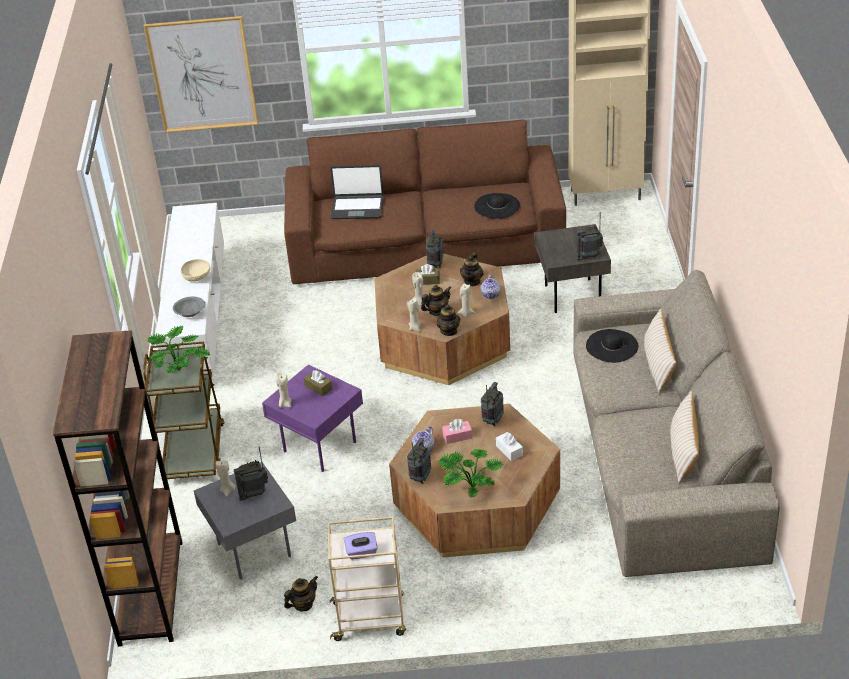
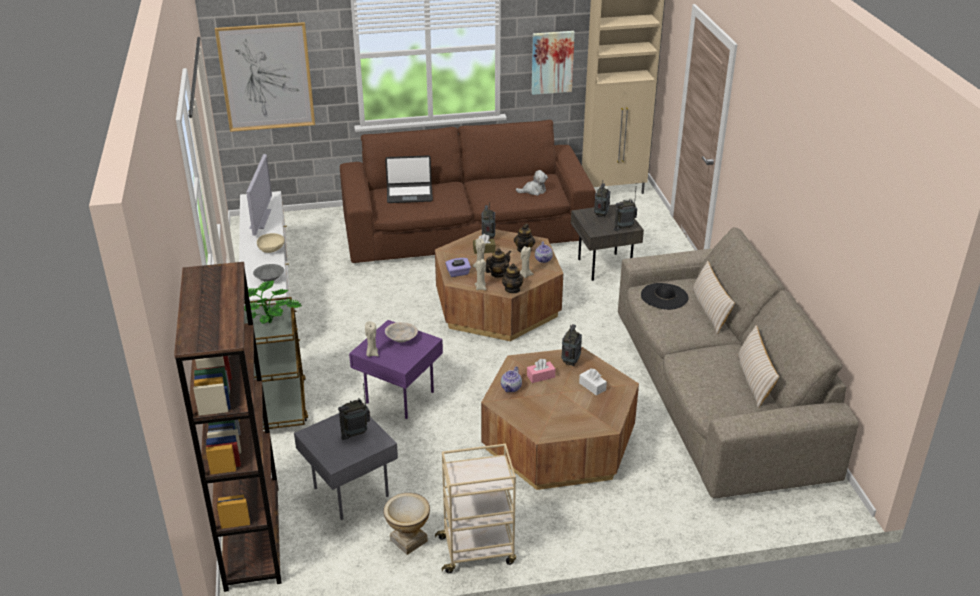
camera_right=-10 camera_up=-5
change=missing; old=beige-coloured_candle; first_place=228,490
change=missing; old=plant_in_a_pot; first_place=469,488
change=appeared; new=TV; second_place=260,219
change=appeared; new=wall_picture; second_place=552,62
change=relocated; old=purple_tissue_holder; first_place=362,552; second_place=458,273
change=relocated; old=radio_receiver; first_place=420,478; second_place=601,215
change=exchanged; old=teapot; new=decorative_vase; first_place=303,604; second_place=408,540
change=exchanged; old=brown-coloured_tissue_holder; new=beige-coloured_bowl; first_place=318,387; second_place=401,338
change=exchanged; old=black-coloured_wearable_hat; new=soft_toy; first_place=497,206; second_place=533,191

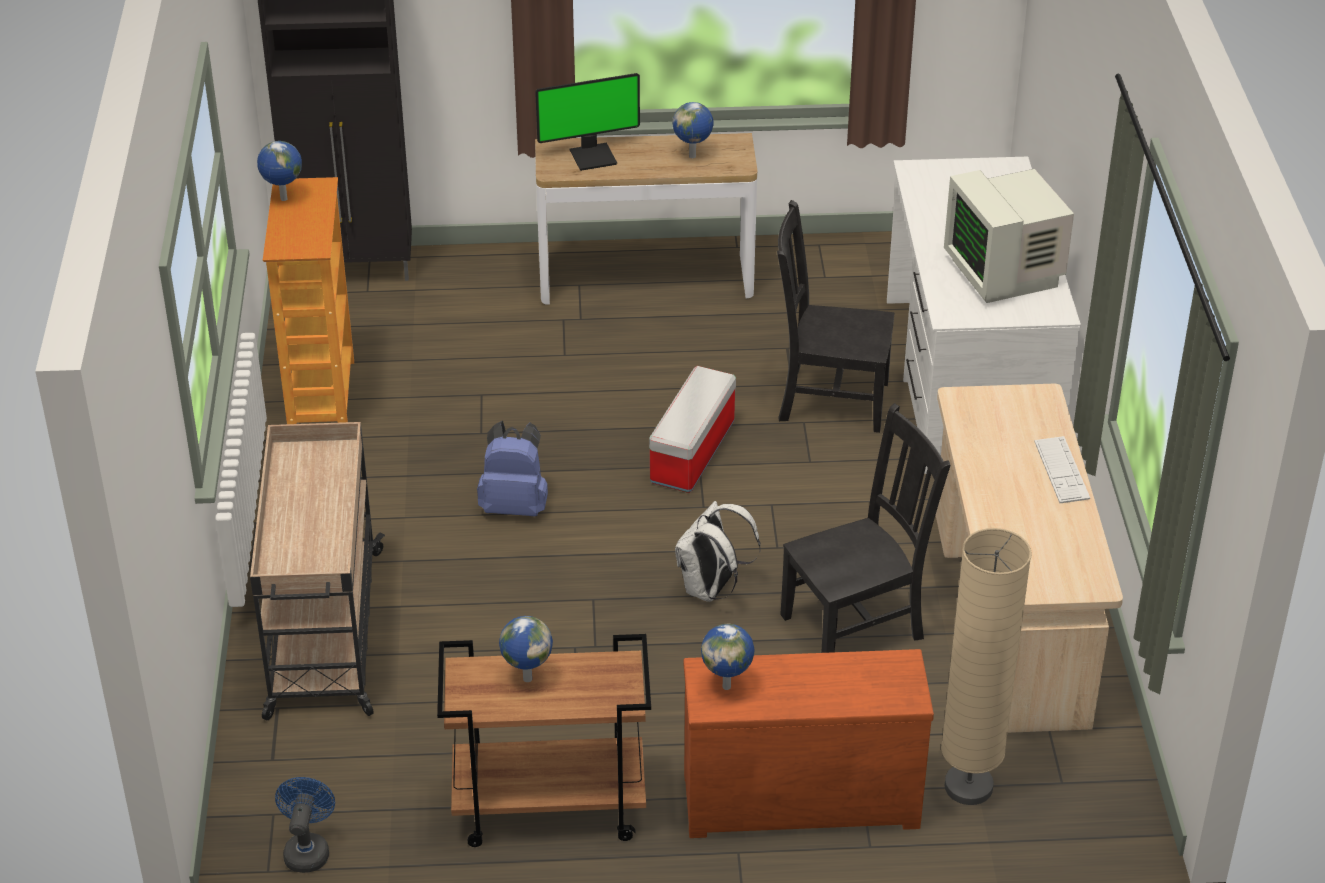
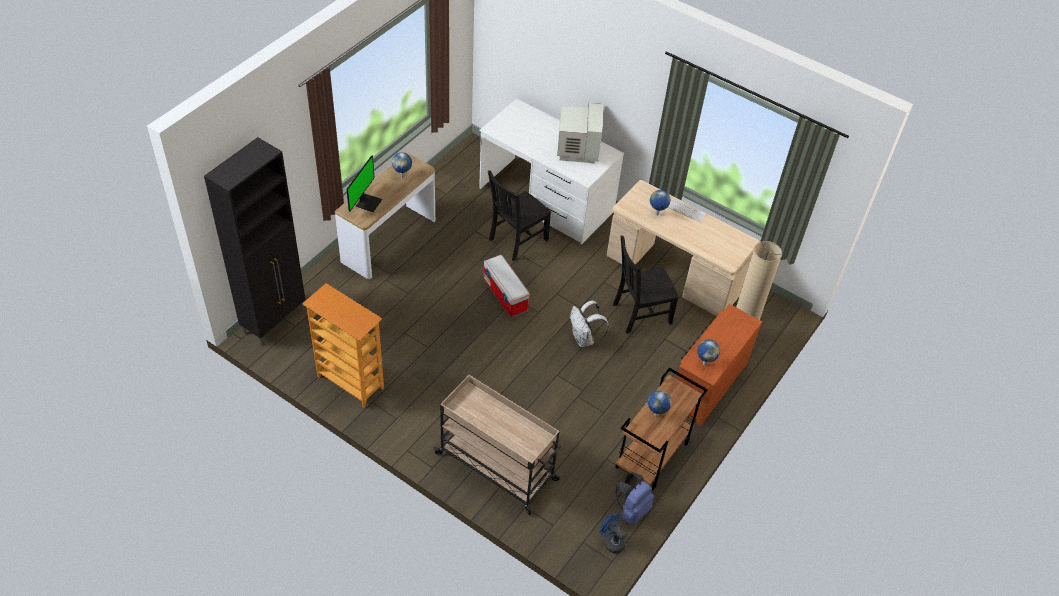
camera_right=-55 camera_up=10
change=relocated; old=desk_globe; first_place=283,199; second_place=657,214
change=relocated; old=blue_backpack; first_place=515,506; second_place=632,510
change=spun; old=black-coloured_plain_chair; first_place=856,625; second_place=639,314; degrees=-120
change=spun; old=monitor; first_place=1005,273; second_place=577,150; degrees=-105

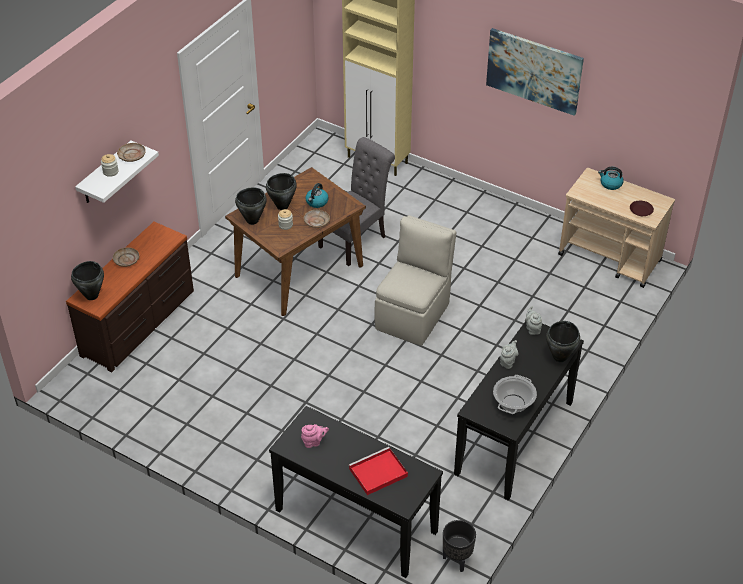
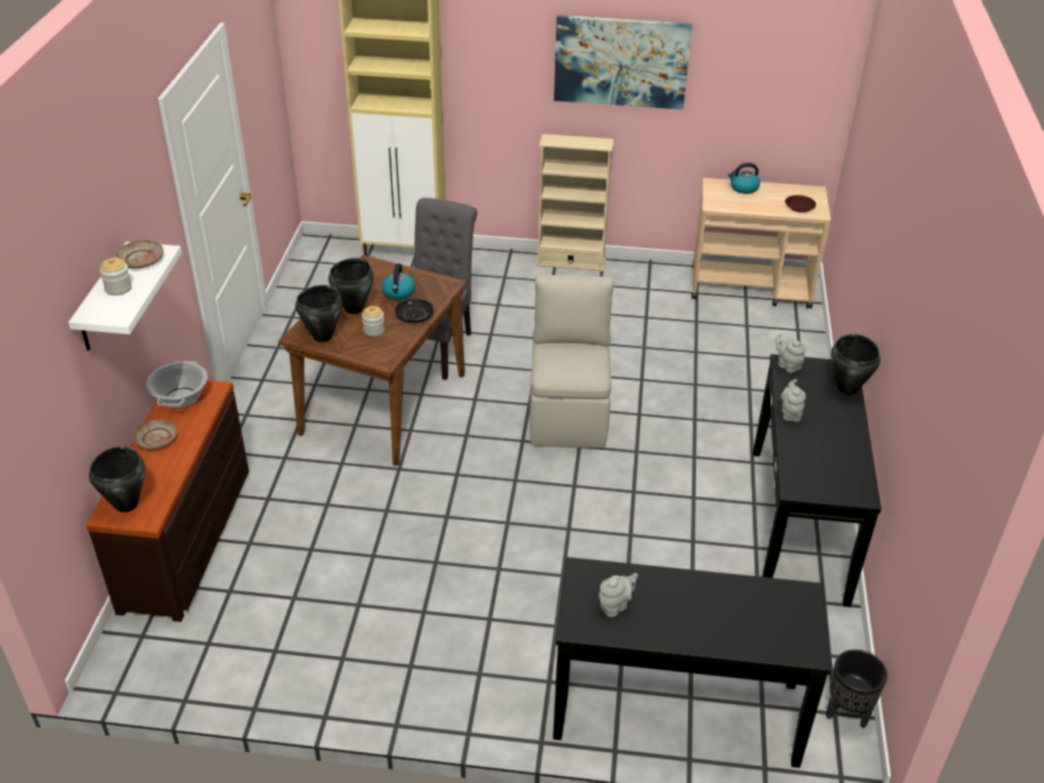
camera_right=-25 camera_up=-5
change=missing; old=reddish_carrying_tray; first_place=377,473
change=appeared; new=beige-coloured_shelving_unit; second_place=571,262
change=relocated; old=cooking_pot; first_place=513,403; second_place=180,398
change=colour; old=pink_teapot; new=grey_teapot; first_place=314,442; second_place=615,605
change=colour; old=beige-coloured_plate; new=black-coloured_plate; first_place=316,221; second_place=414,315

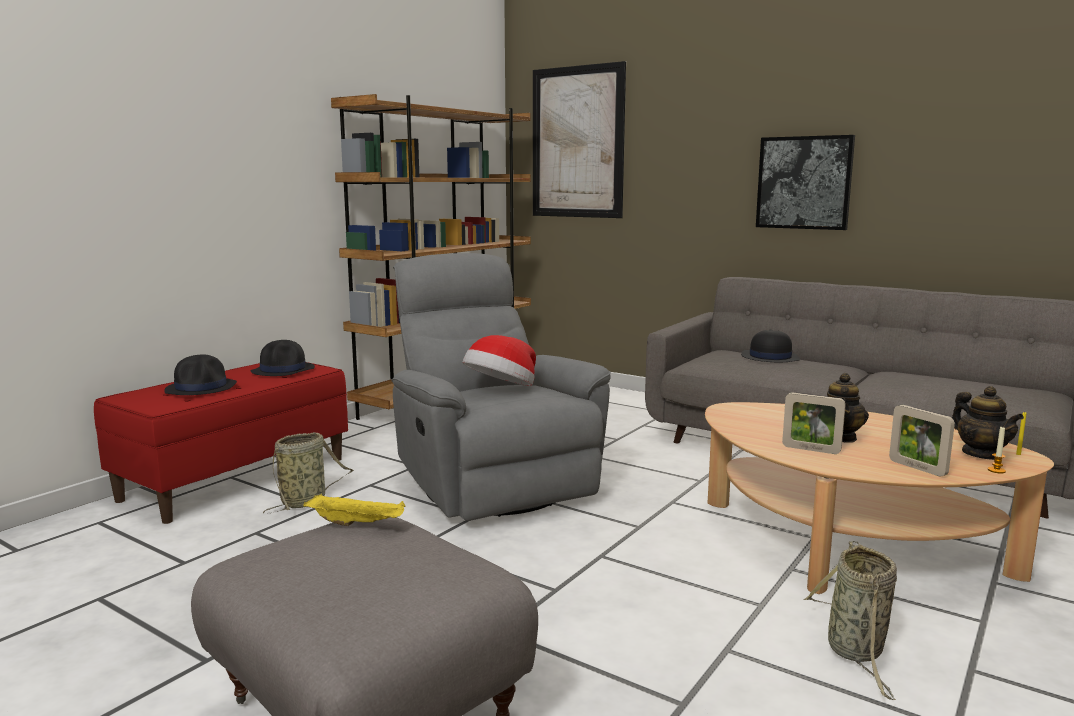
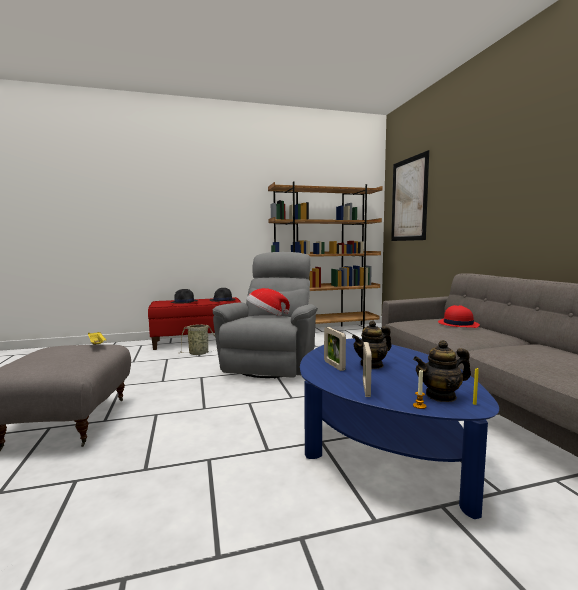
camera_right=40 camera_up=-5
change=missing; old=wall_picture; first_place=804,183
change=missing; old=storage_basket; first_place=856,652
change=colour; old=beige-coloured_lounge_table; new=blue_lounge_table; first_place=845,546; second_place=379,444
change=colour; old=black-coloured_wearable_hat; new=reddish_wearable_hat; first_place=769,357; second_place=457,324
change=spun; old=teapot; first_place=981,454; second_place=441,396; degrees=60

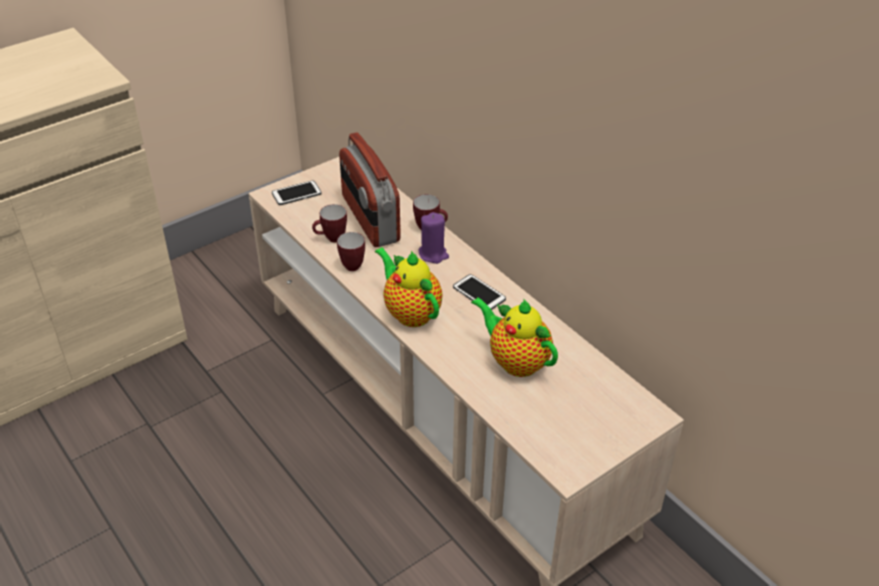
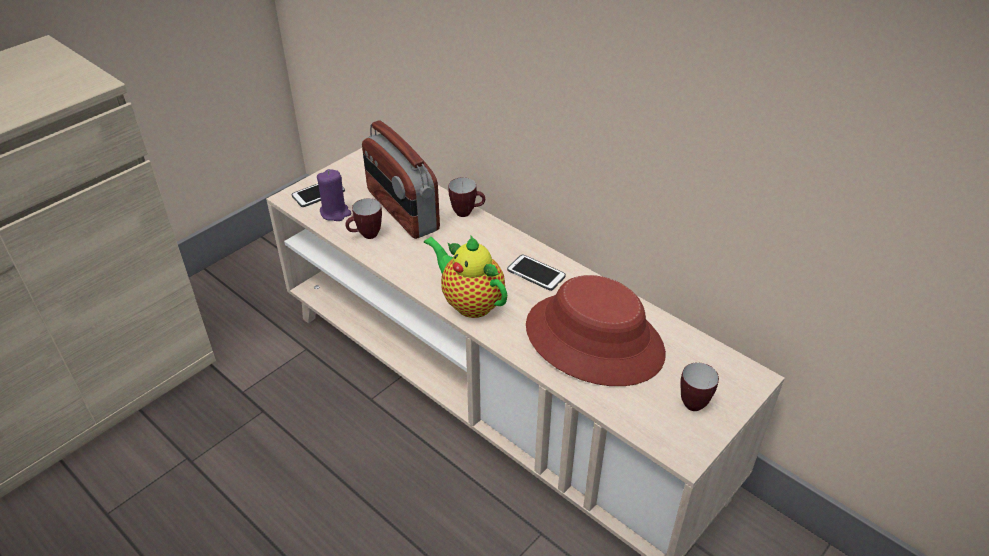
camera_right=-10 camera_up=0
change=relocated; old=mug; first_place=354,264; second_place=693,400
change=relocated; old=purple_candle; first_place=433,254; second_place=335,213
change=exchanged; old=teapot; new=reddish_wearable_hat; first_place=515,361; second_place=594,339

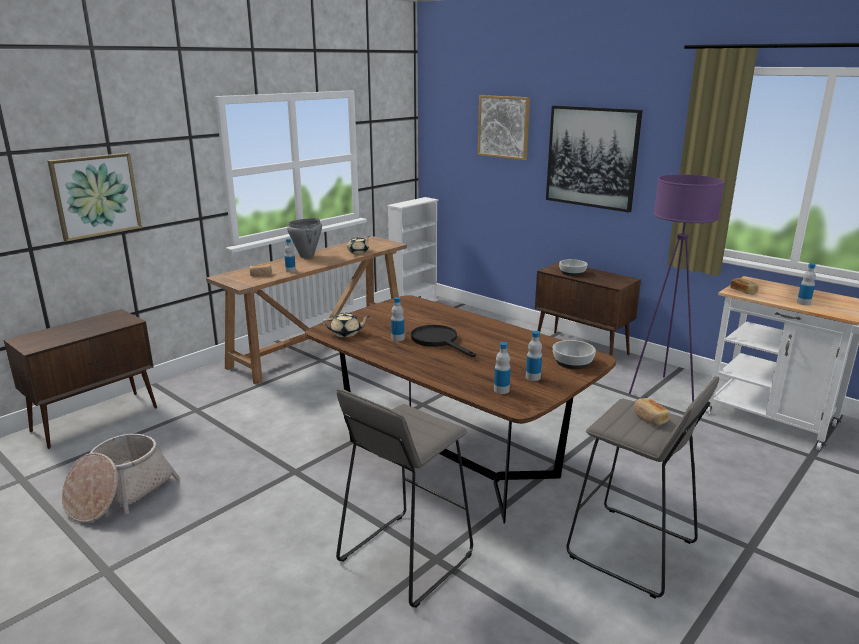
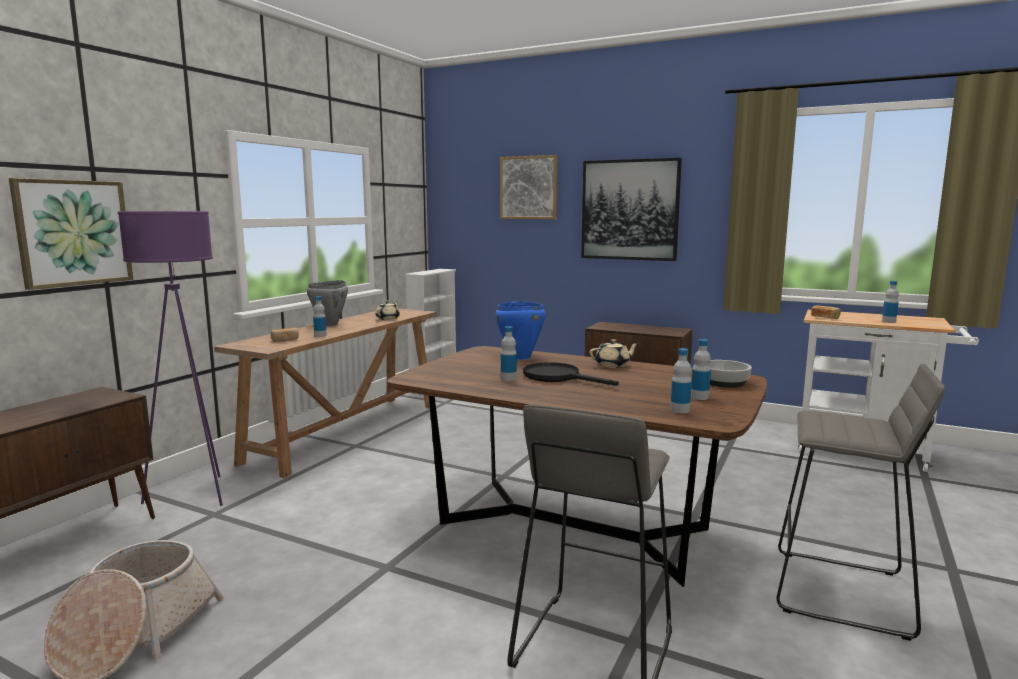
camera_right=-15 camera_up=-10
change=missing; old=bowl; first_place=572,272
change=missing; old=baked_bread; first_place=649,418
change=appeared; new=blue_cooking_pot; second_place=520,357
change=relocated; old=beige-coloured_teapot; first_place=346,333; second_place=613,365
change=relocated; old=purple_standing_lamp; first_place=660,390; second_place=193,495

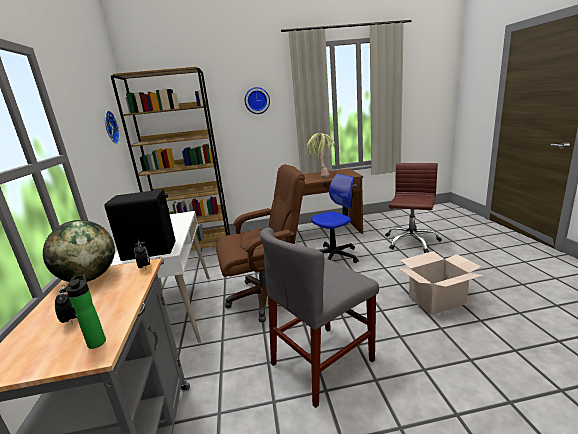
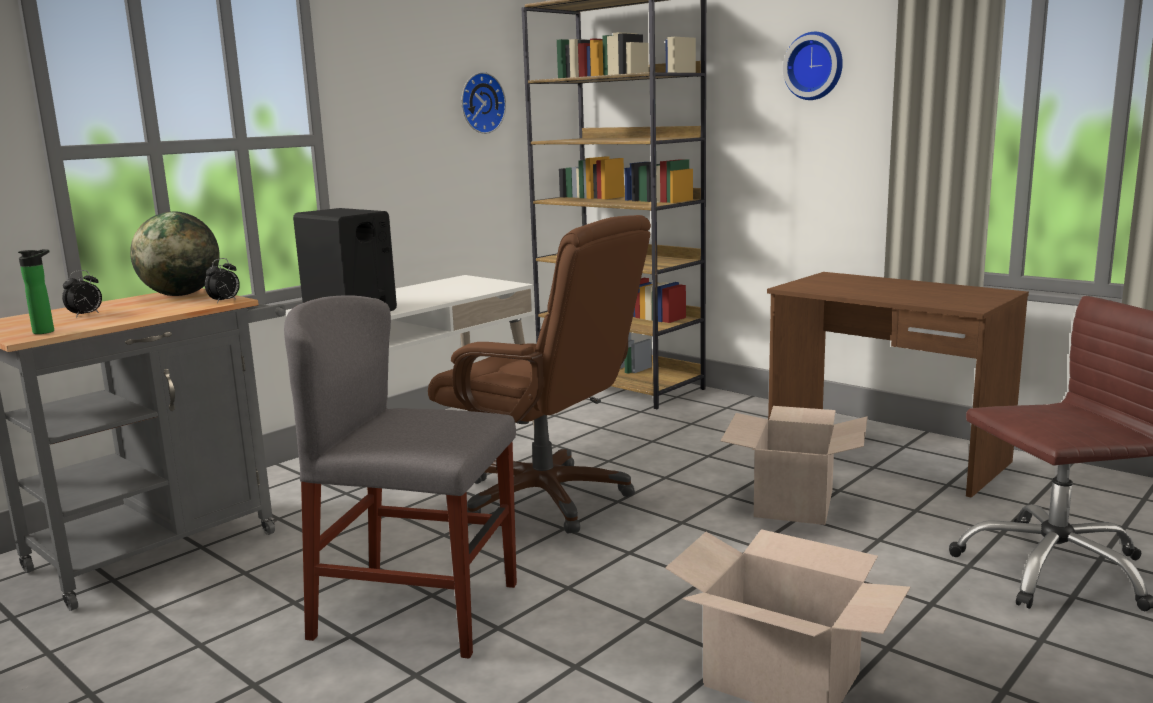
camera_right=50 camera_up=-5
change=missing; old=plant_in_a_pot; first_place=322,175
change=exchanged; old=desk_chair; new=carton; first_place=334,256; second_place=795,503

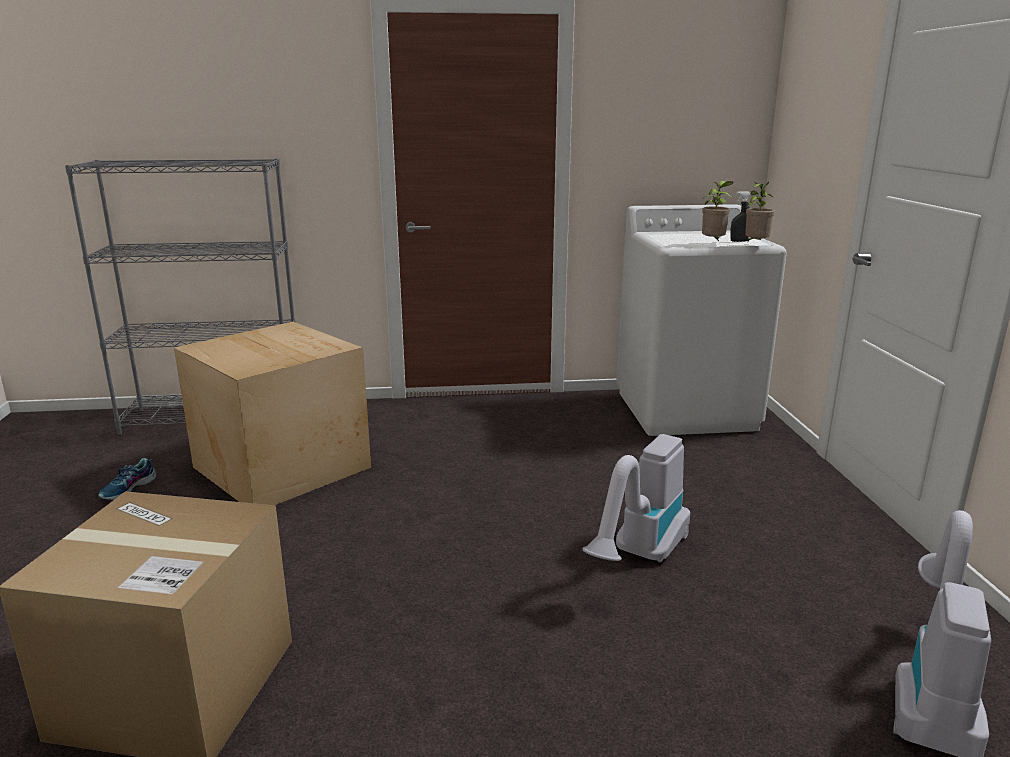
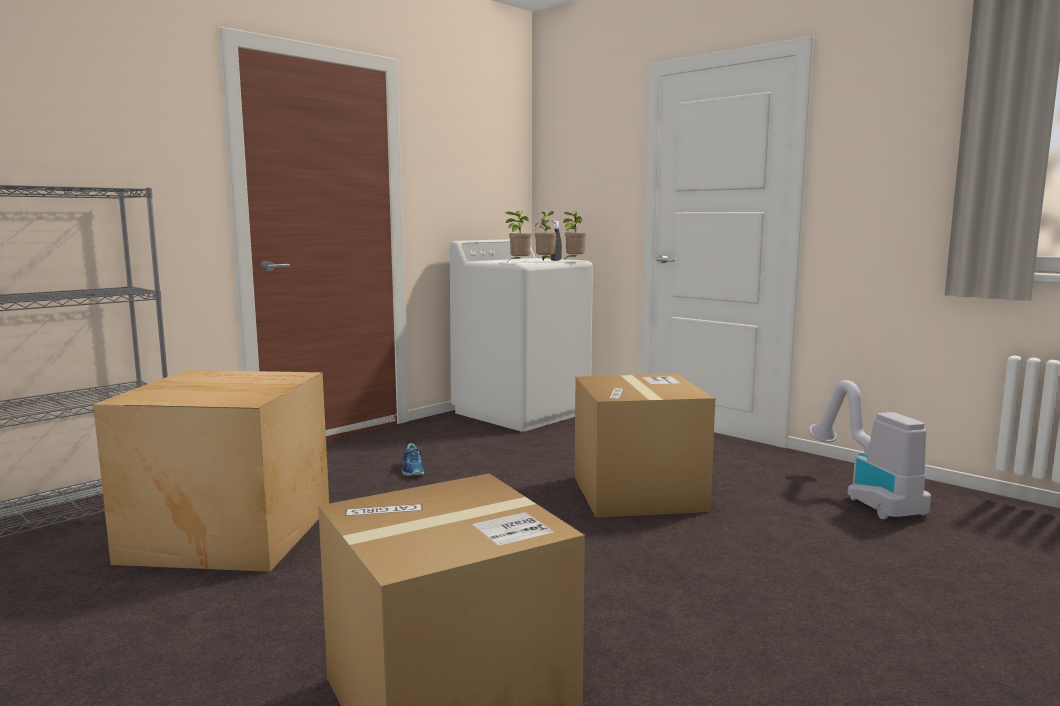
camera_right=-40 camera_up=-10
change=appeared; new=plant_in_a_pot; second_place=518,263
change=relocated; old=shoe; first_place=129,489; second_place=413,470
change=exchanged; old=hoover; new=carton; first_place=640,556; second_place=638,493

